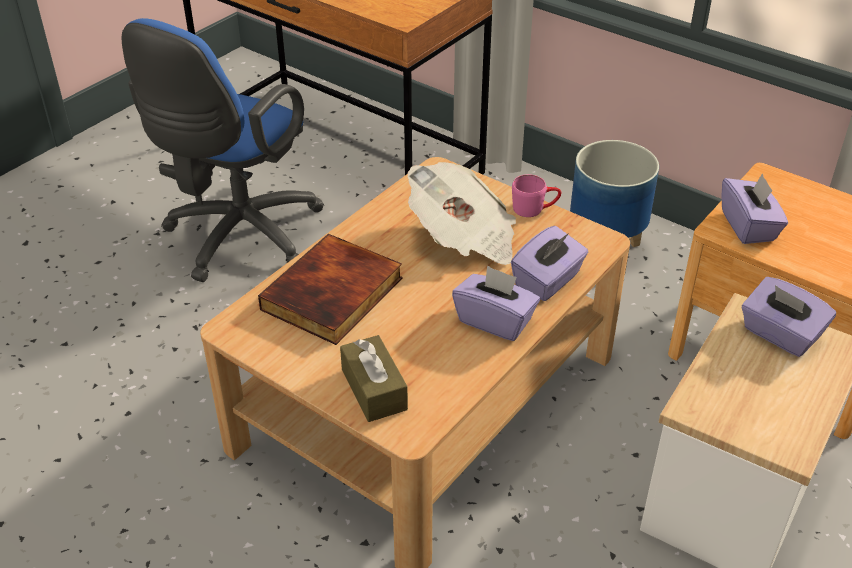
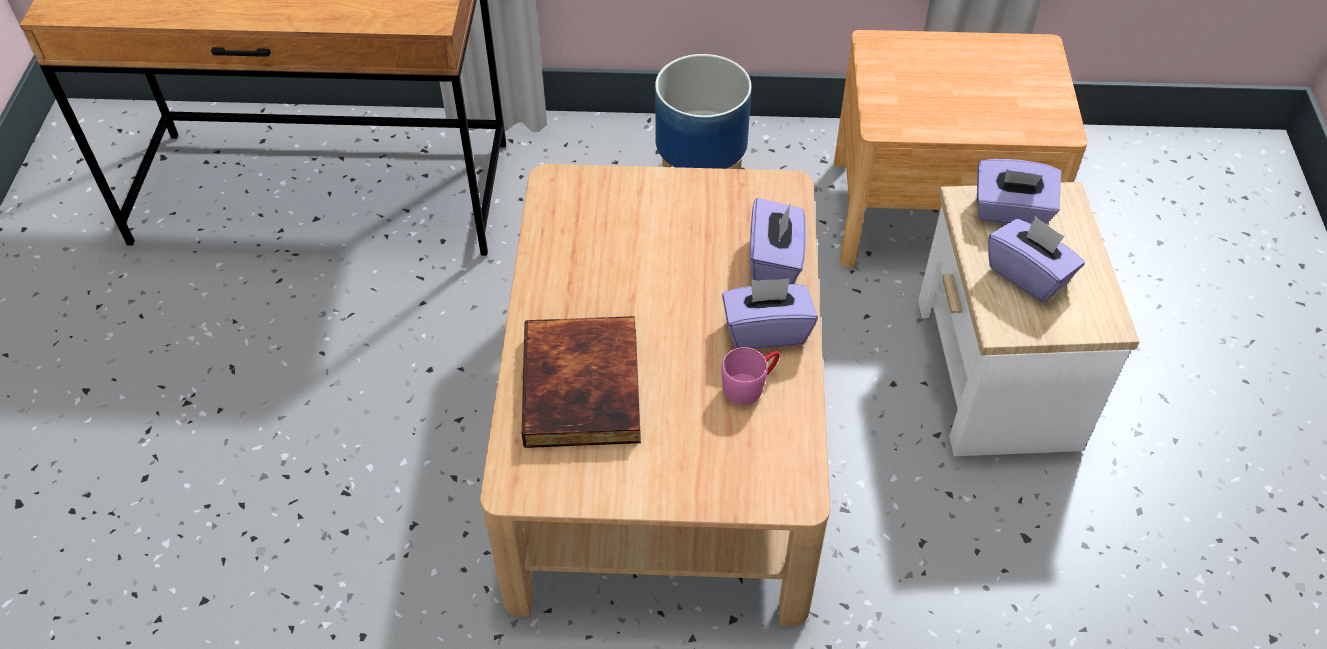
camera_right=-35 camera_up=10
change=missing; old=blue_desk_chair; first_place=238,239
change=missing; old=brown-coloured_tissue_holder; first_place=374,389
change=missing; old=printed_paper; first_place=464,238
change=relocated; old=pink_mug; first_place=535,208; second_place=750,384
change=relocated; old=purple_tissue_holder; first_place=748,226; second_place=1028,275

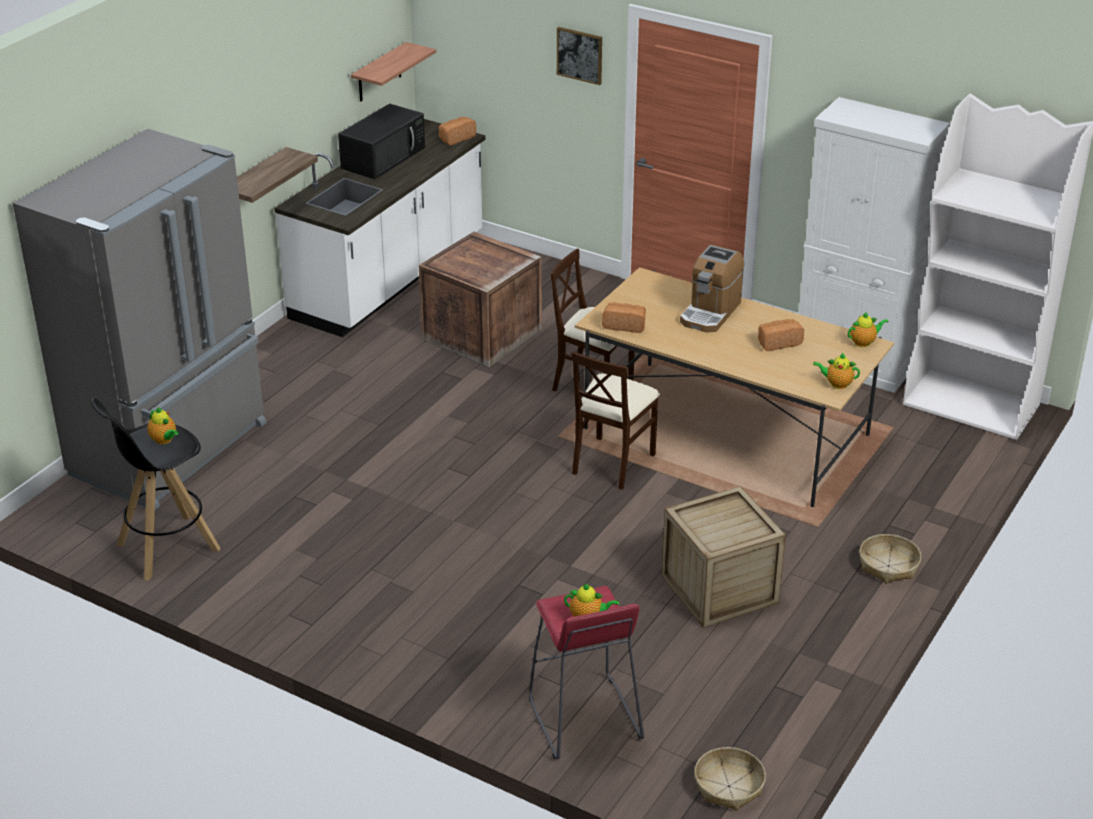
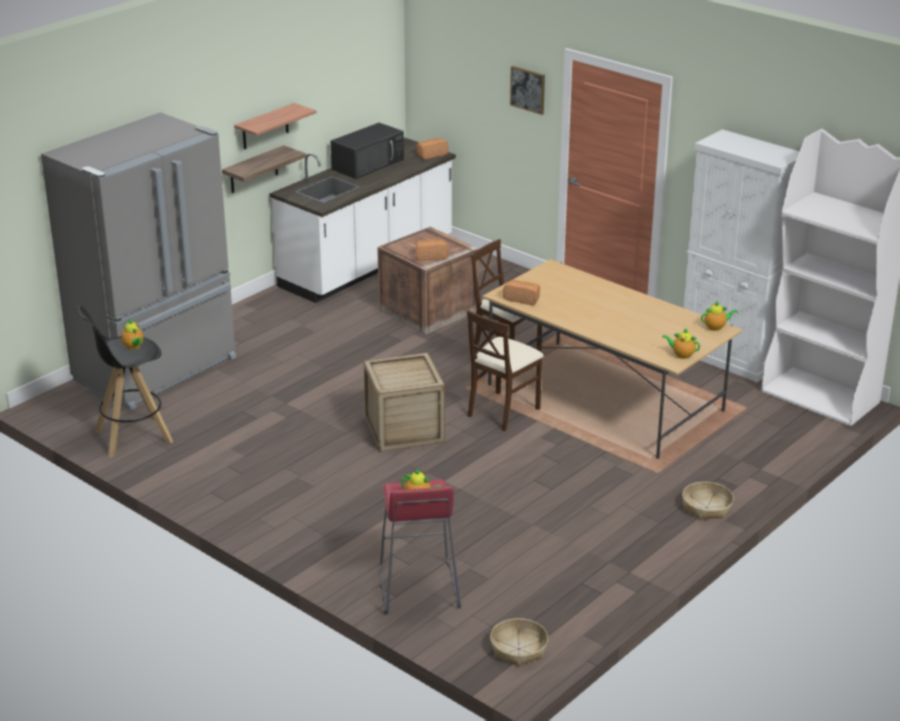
camera_right=10 camera_up=-5
change=missing; old=coffee_brewer; first_place=710,312
change=relocated; old=shelf; first_place=379,73; second_place=265,127
change=relocated; old=shipping_crate; first_place=719,589; second_place=404,430
change=relocated; old=baked_bread; first_place=778,343; second_place=431,256

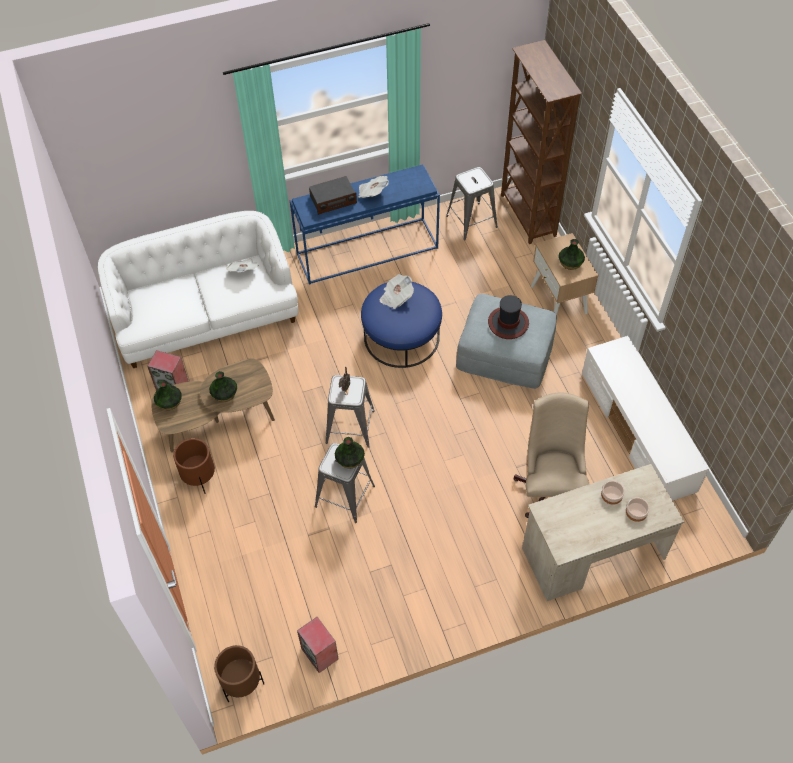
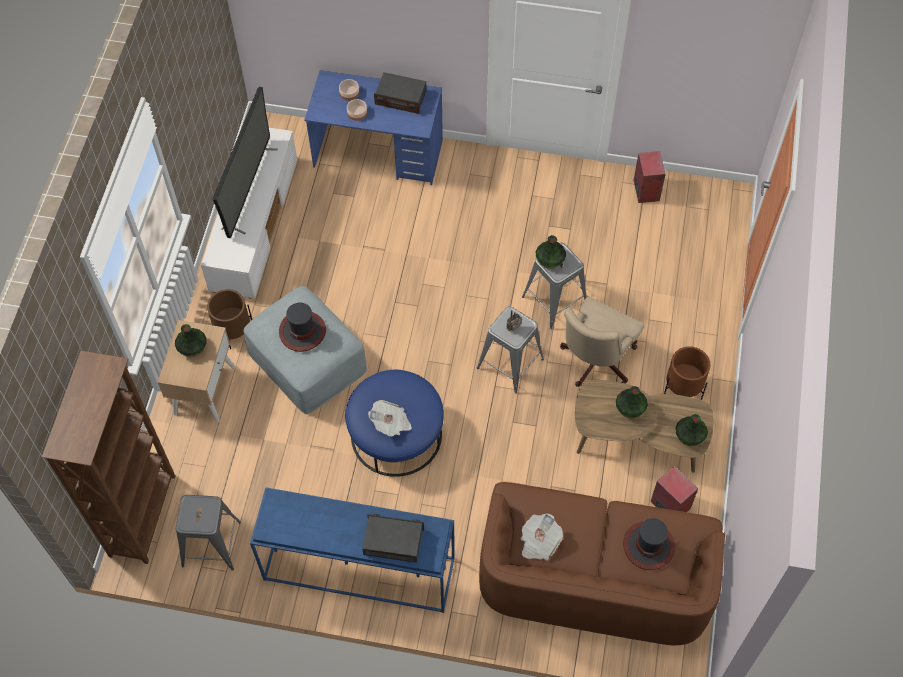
camera_right=-150 camera_up=5
change=missing; old=printed_paper; first_place=372,193
change=appeared; new=TV; second_place=249,189
change=appeared; new=radio_receiver; second_place=401,98
change=appeared; new=wearable_hat; second_place=648,545
change=relocated; old=brown-coloured_plant_pot; first_place=242,683; second_place=233,330
change=relocated; old=beige-coloured_desk_chair; first_place=550,487; second_place=594,362
change=colour; old=white-coloured_couch; new=brown-coloured_couch; first_place=206,316; second_place=594,578
change=colour; old=beige-coloured_desk_unit; new=blue_desk_unit; first_place=592,554; second_place=378,154

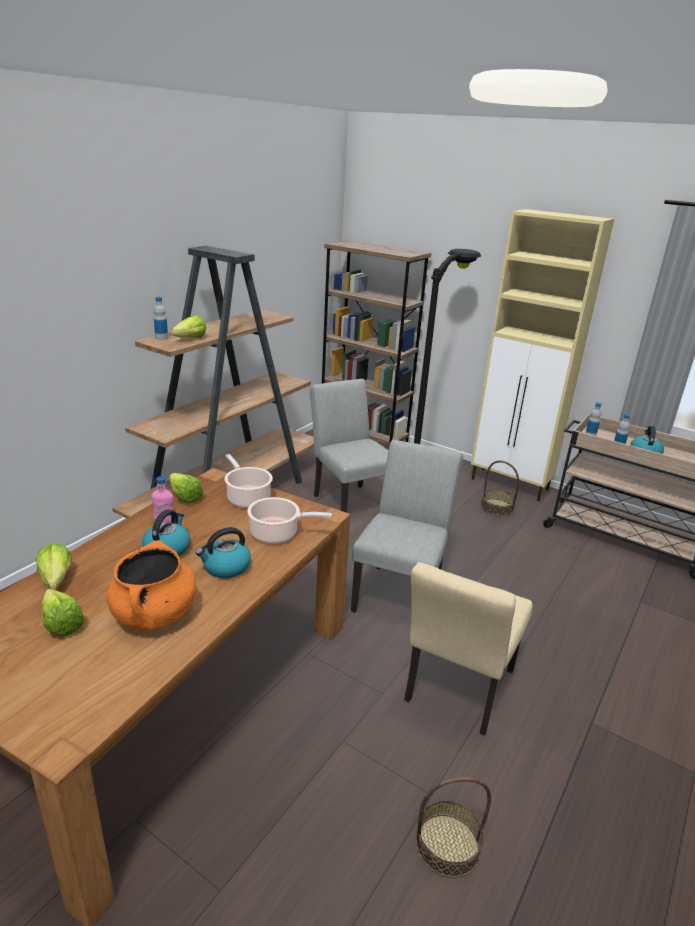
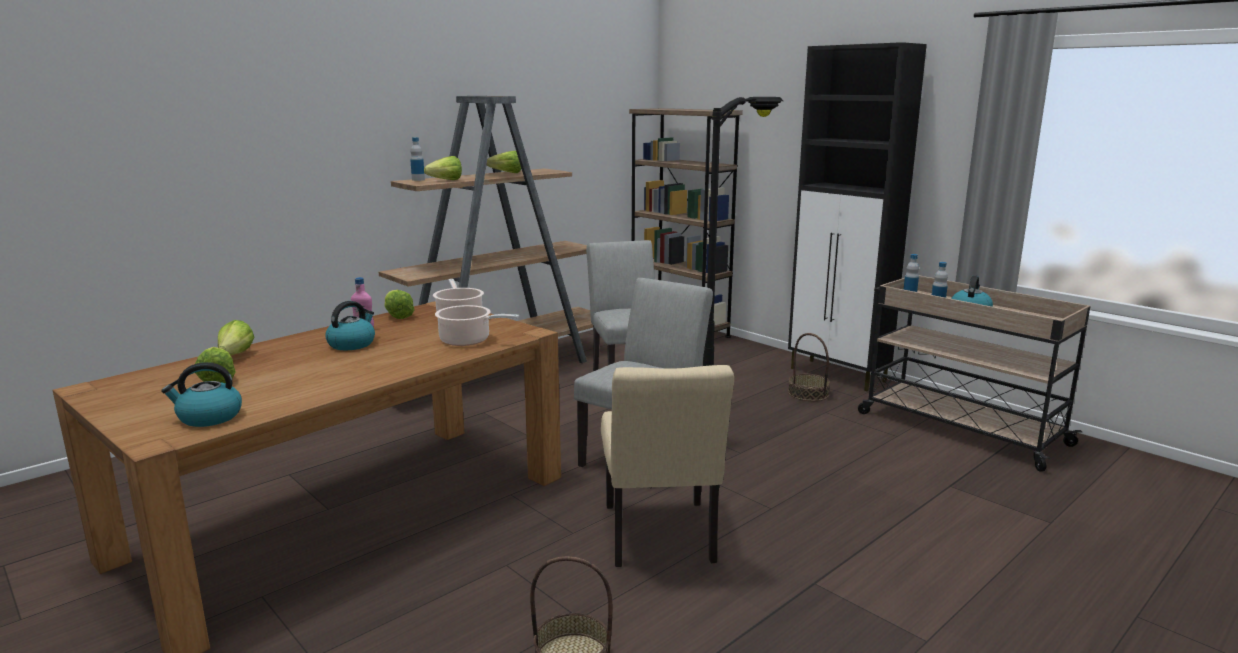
camera_right=15 camera_up=-10
change=missing; old=orange_cooking_pot; first_place=154,615
change=appeared; new=head_of_lettuce; second_place=504,173
change=relocated; old=kettle; first_place=226,567; second_place=209,417
change=colour; old=beige-coloured_cupboard; new=black-coloured_cupboard; first_place=510,484; second_place=838,375
change=spun; old=beige-coloured_plain_chair; first_place=455,691; second_place=660,539; degrees=-45

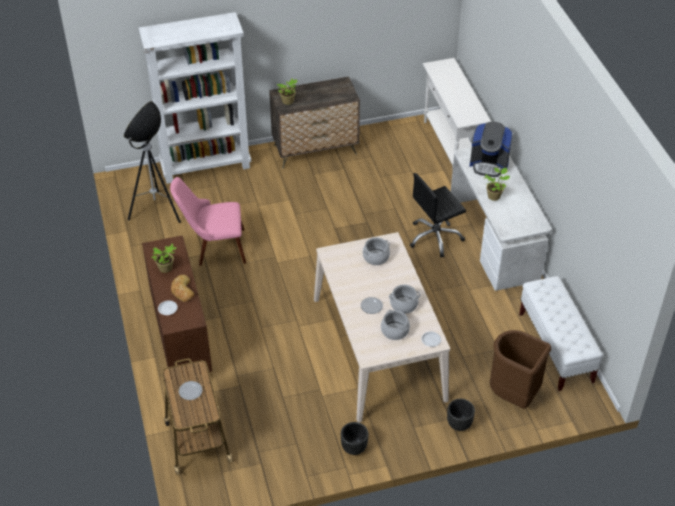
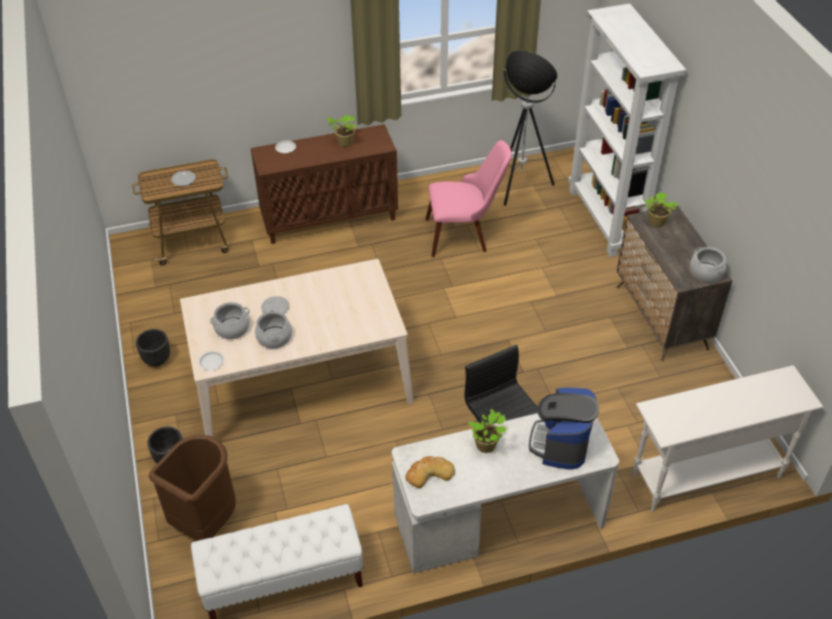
camera_right=90 camera_up=0
change=relocated; old=baked_bread; first_place=182,290; second_place=429,473
change=relocated; old=cooking_pot; first_place=376,257; second_place=705,272
change=spun; old=pink_plain_chair; first_place=213,248; second_place=465,234; degrees=90

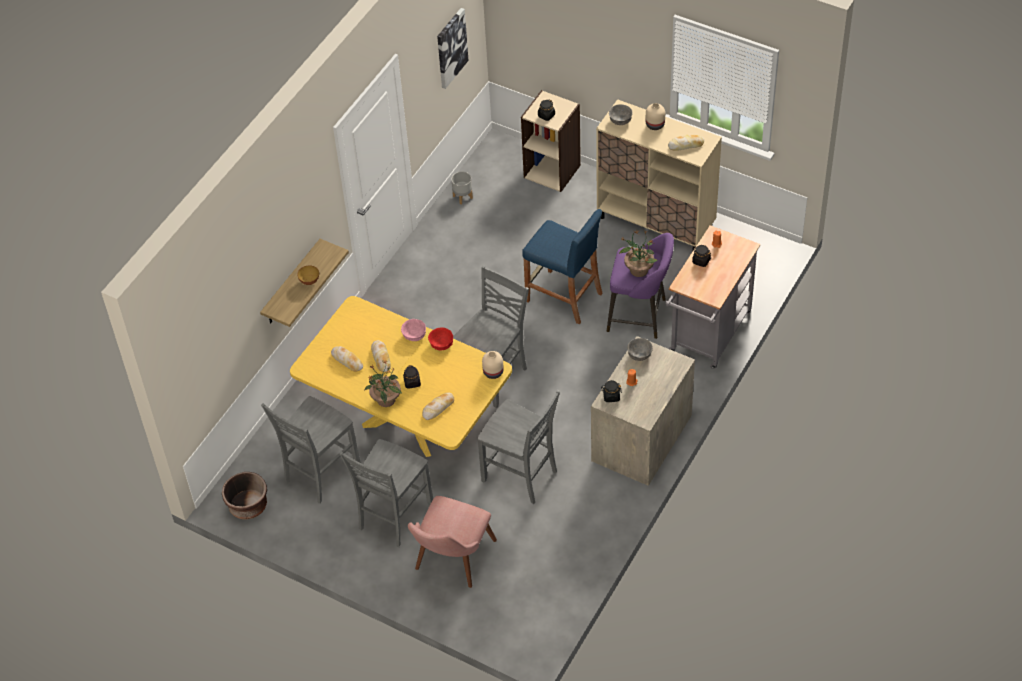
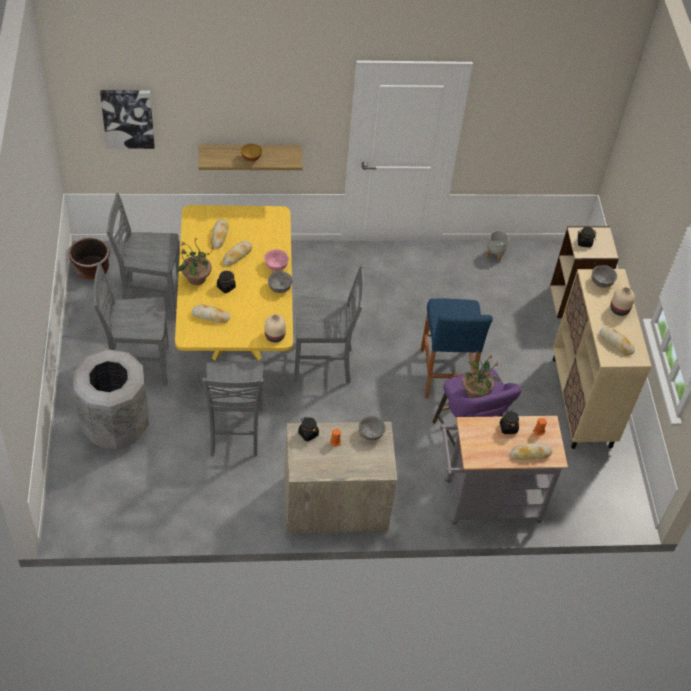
camera_right=50 camera_up=0
change=appeared; new=baked_bread; second_place=530,454
change=relocated; old=wall_picture; first_place=451,47; second_place=128,118
change=exchanged; old=pink_plain_chair; new=grey_trash_can; first_place=451,562; second_place=115,425
change=colour; old=reddish_bowl; new=grey_bowl; first_place=441,344; second_place=280,288

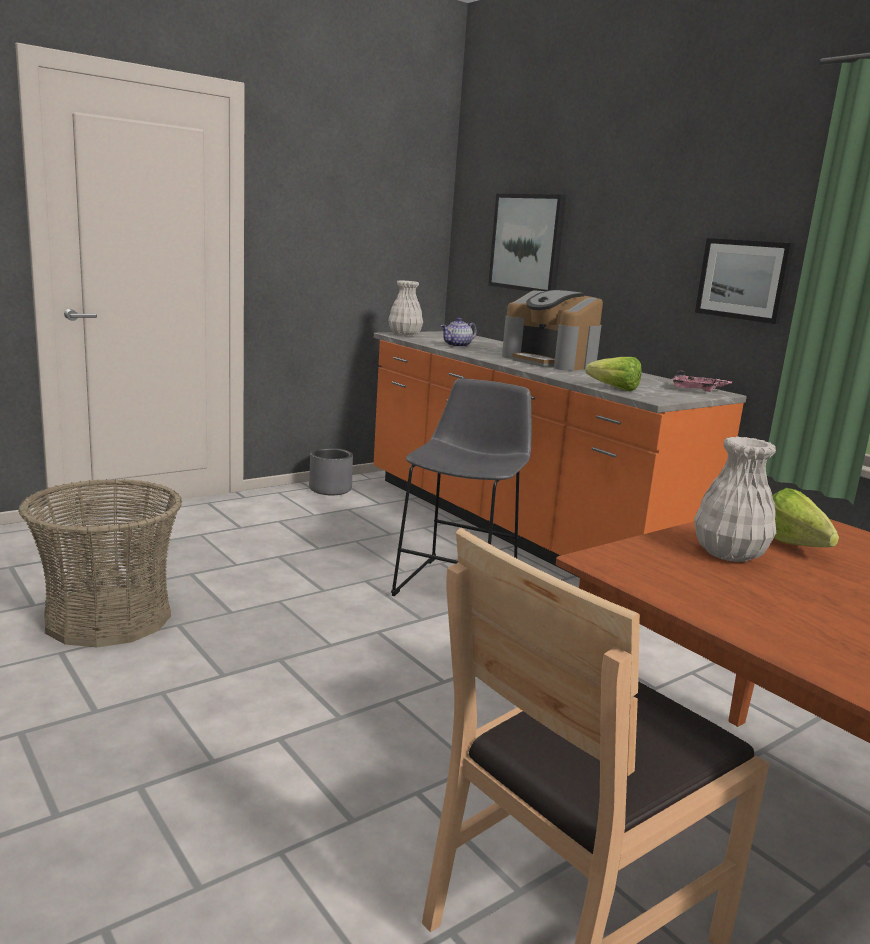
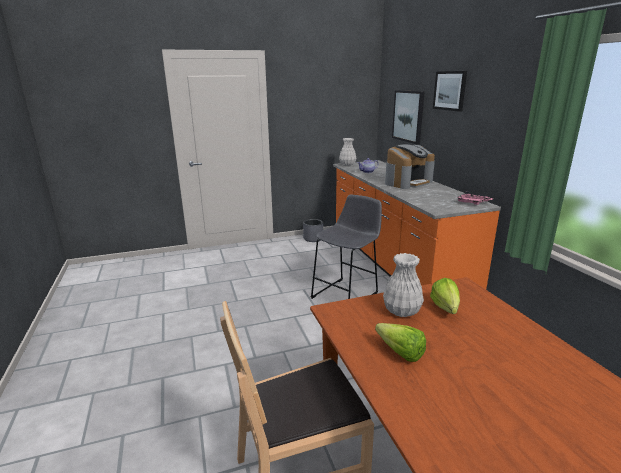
camera_right=20 camera_up=5
change=missing; old=storage_basket; first_place=108,617
change=relocated; old=head_of_lettuce; first_place=610,388; second_place=397,350
change=relocated; old=wall_picture; first_place=743,279; second_place=450,90
change=spun; old=coffee_brewer; first_place=551,362; second_place=407,182; degrees=-105

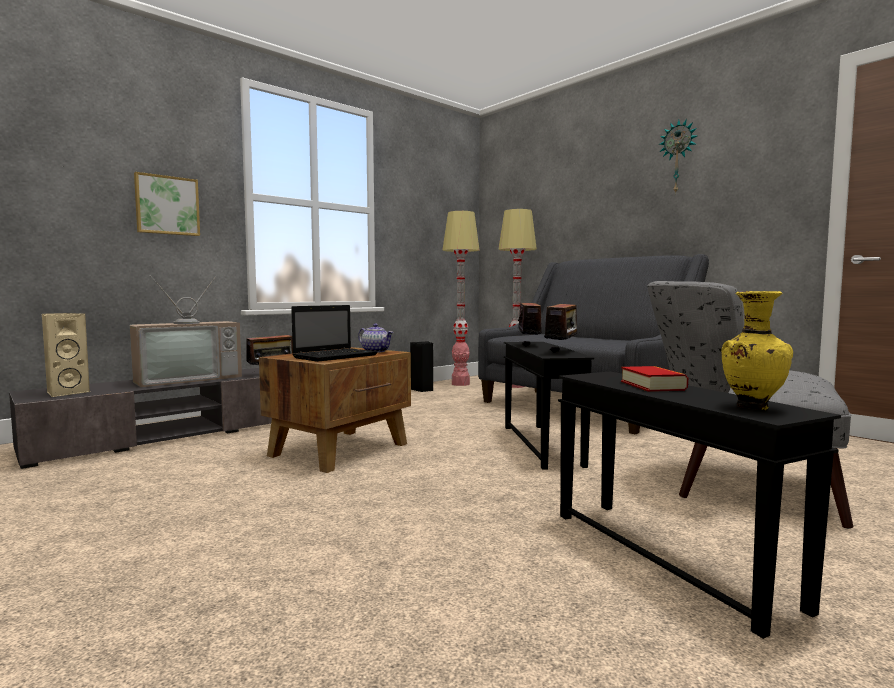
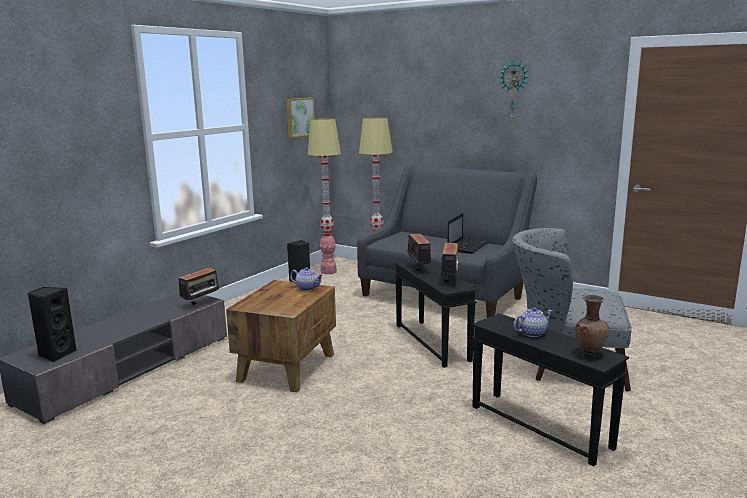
camera_right=-15 camera_up=10
change=missing; old=TV; first_place=188,379
change=relocated; old=wall_picture; first_place=167,205; second_place=299,117
change=relocated; old=portable_computer; first_place=336,356; second_place=467,247
change=exchanged; old=volume; new=teapot; first_place=652,385; second_place=532,333
change=colour; old=beige-coloured_loudspeaker; new=black-coloured_loudspeaker; first_place=66,393; second_place=56,354
change=colour; old=yellow-coloured_decorative_vase; new=brown-coloured_decorative_vase; first_place=752,407; second_place=589,354

